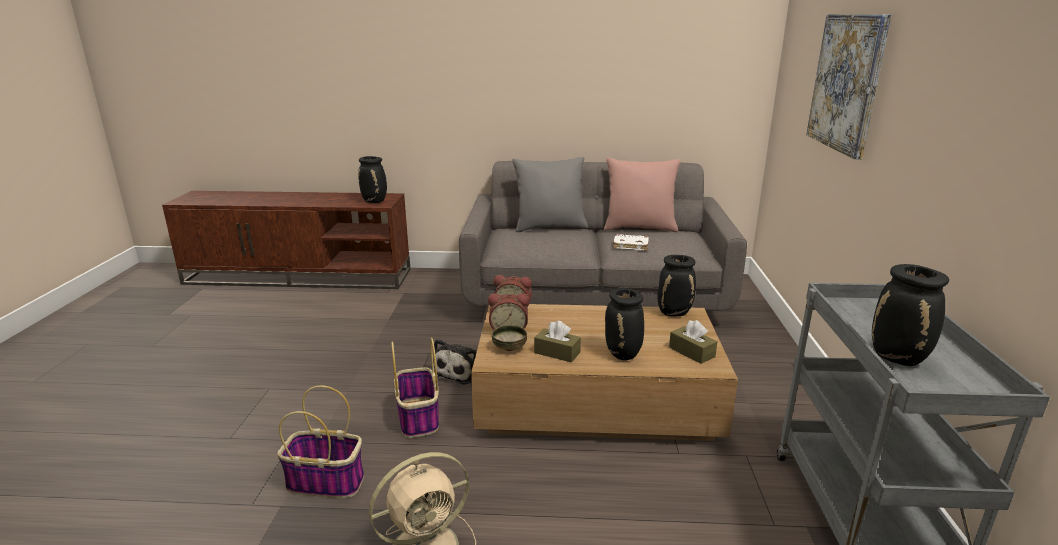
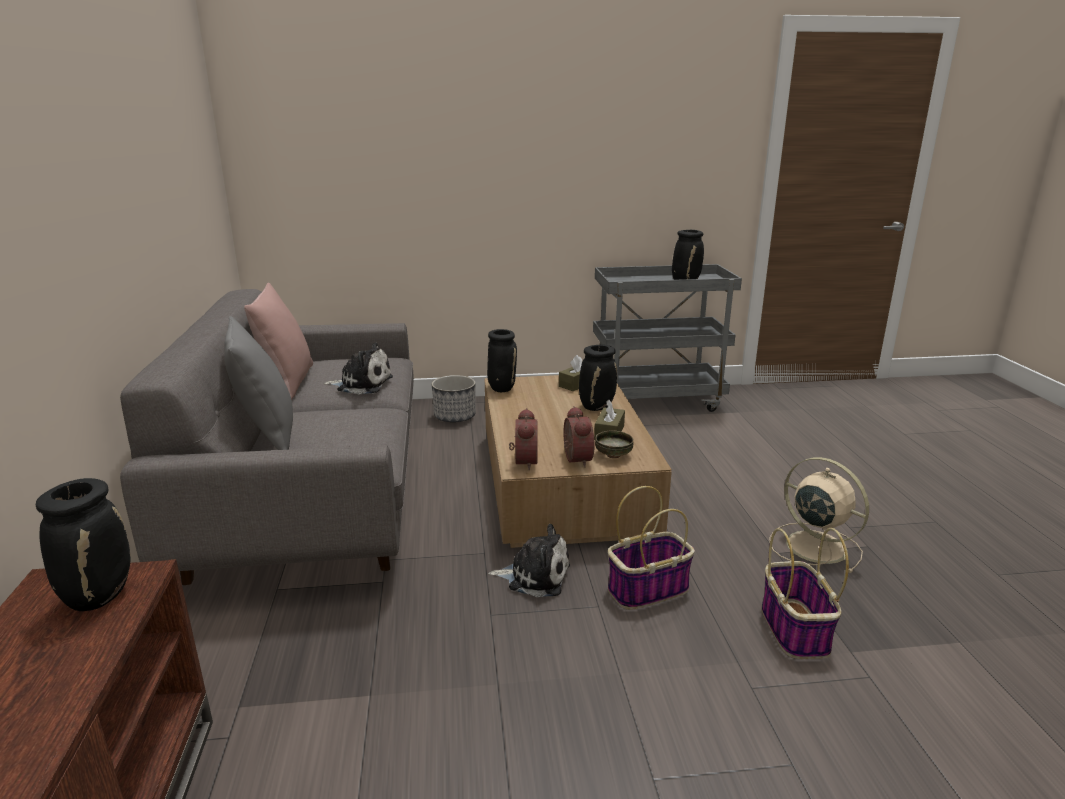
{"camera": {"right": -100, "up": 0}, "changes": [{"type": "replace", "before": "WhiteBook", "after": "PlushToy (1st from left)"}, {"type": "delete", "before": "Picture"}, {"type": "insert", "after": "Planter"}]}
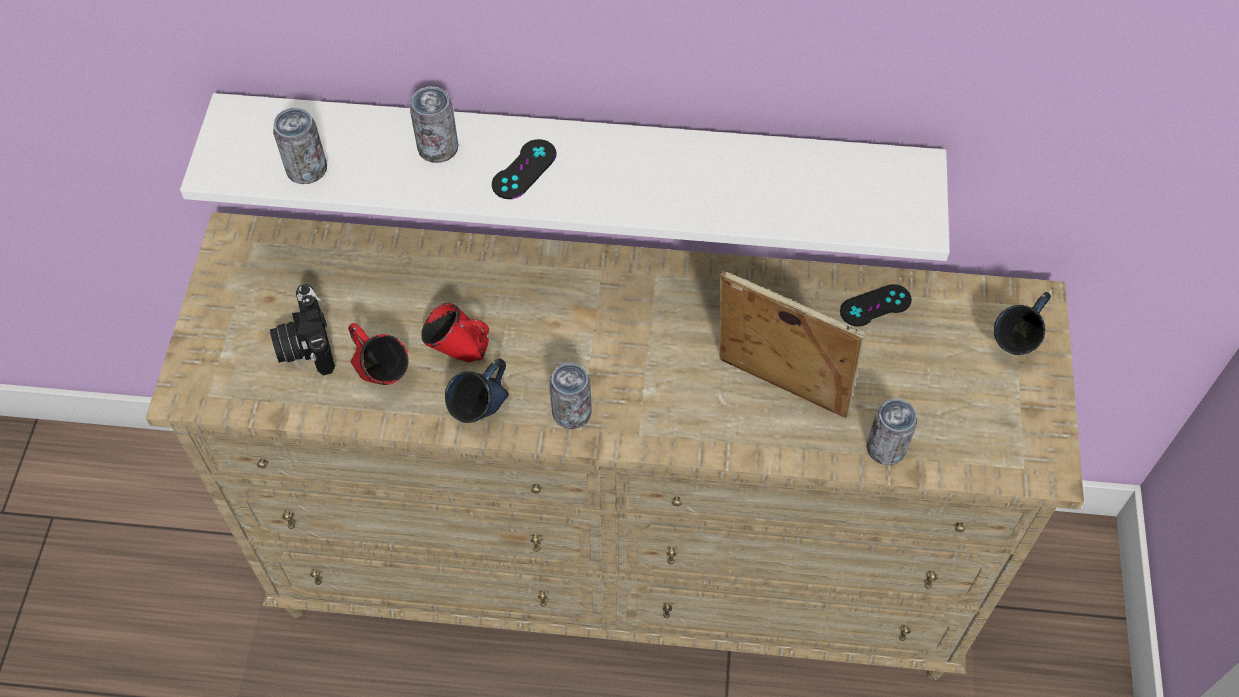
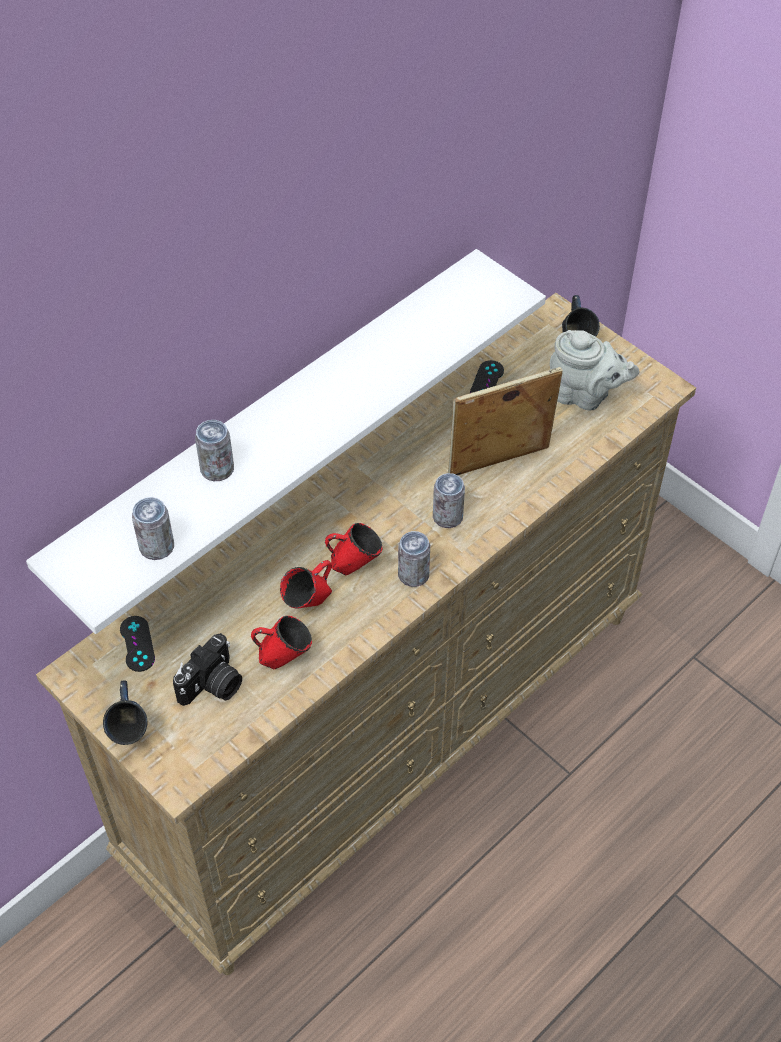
{"camera": {"right": -50, "up": -5}, "changes": [{"type": "rotate", "before": "PhotoCamera", "turn": -75}, {"type": "move", "before": "BlueMug (1st from left)"}, {"type": "move", "before": "BlackGameController (1st from left)"}, {"type": "move", "before": "Can (4th from left)"}, {"type": "insert", "after": "RedMug (3rd from left)"}, {"type": "insert", "after": "GreyTeapot"}]}
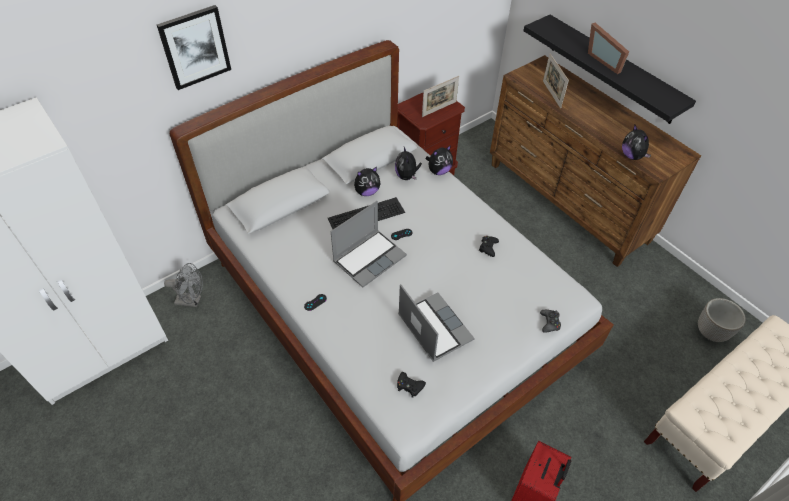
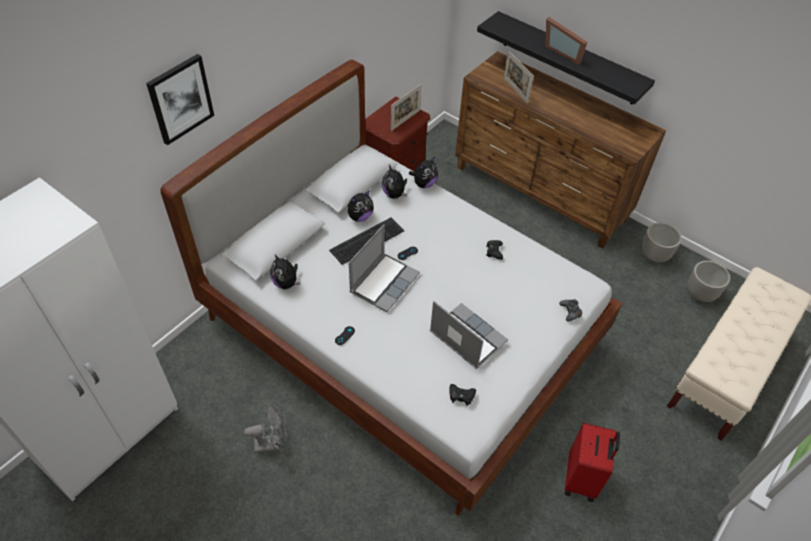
{"camera": {"right": -15, "up": 0}, "changes": [{"type": "move", "before": "GreyFan"}, {"type": "move", "before": "PlushToy (4th from left in the first image)", "after": "PlushToy (1st from left)"}, {"type": "insert", "after": "Planter (1st from left)"}]}
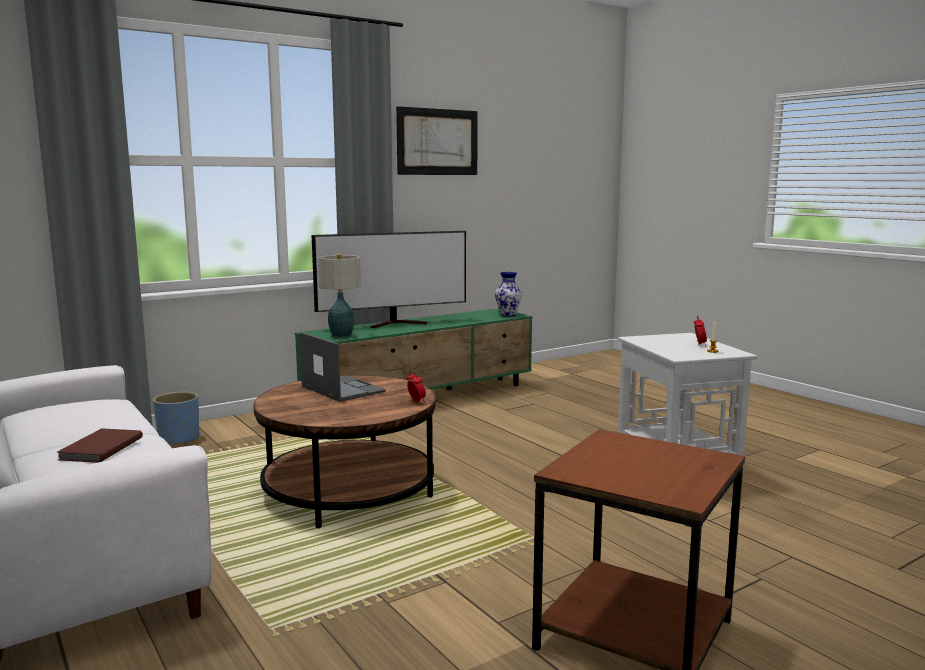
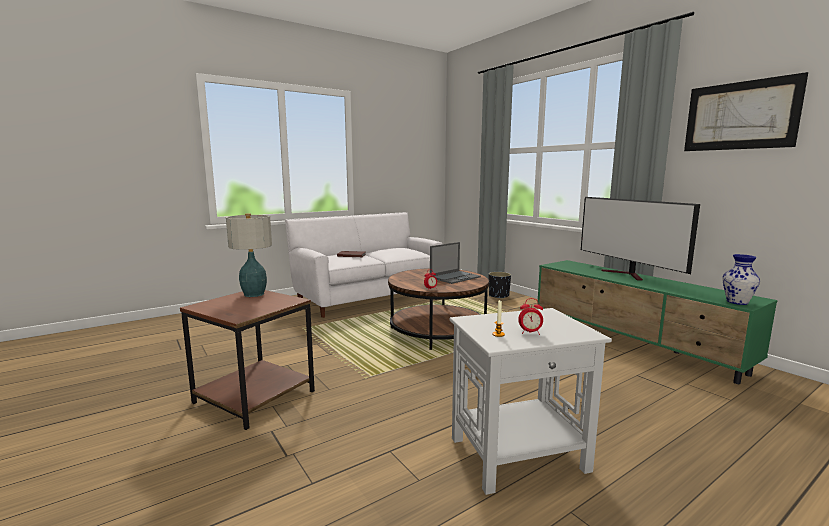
{"camera": {"right": 90, "up": 0}, "changes": [{"type": "recolor", "before": "BluePlanter", "after": "BlackPlanter"}, {"type": "move", "before": "TableLamp"}]}
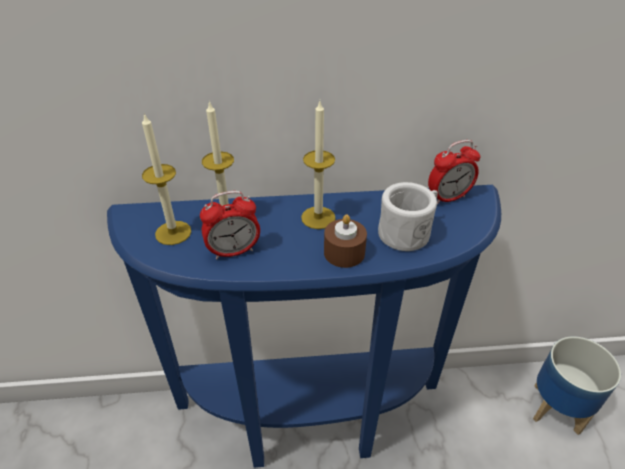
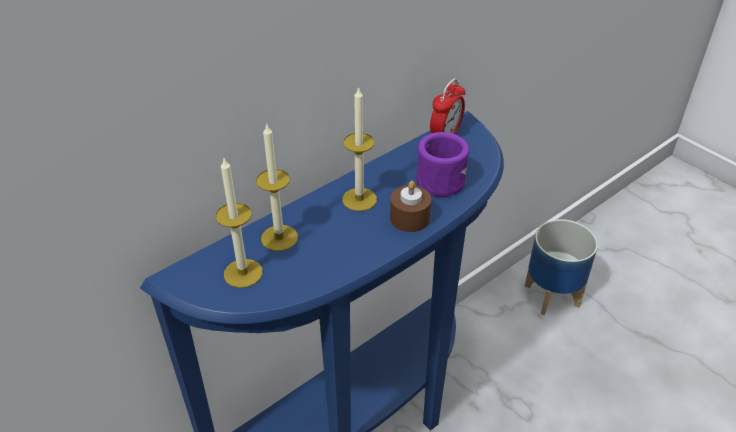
{"camera": {"right": -35, "up": 0}, "changes": [{"type": "delete", "before": "AlarmClock (1st from left)"}, {"type": "recolor", "before": "WhiteMug", "after": "PurpleMug"}]}
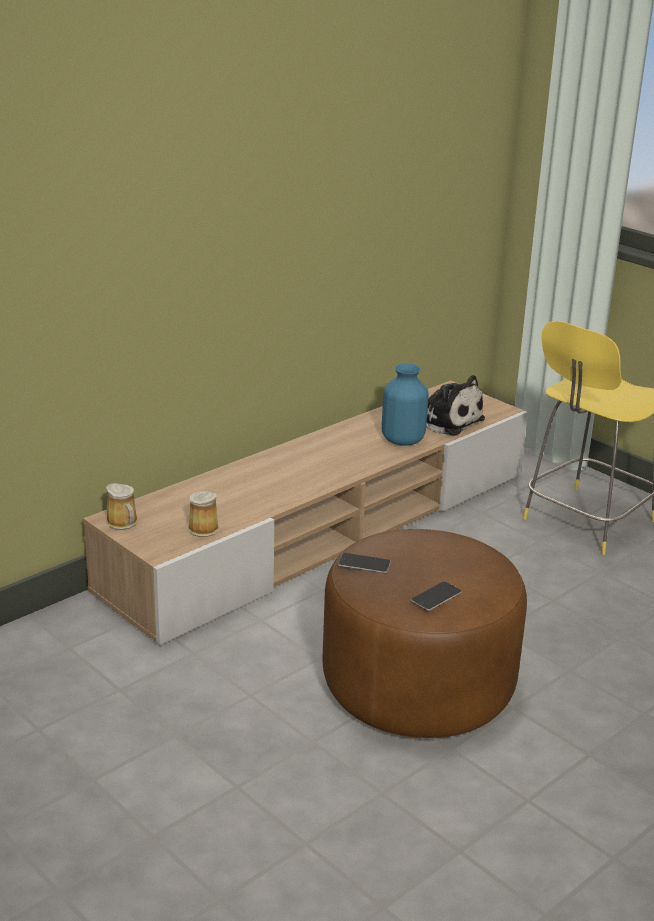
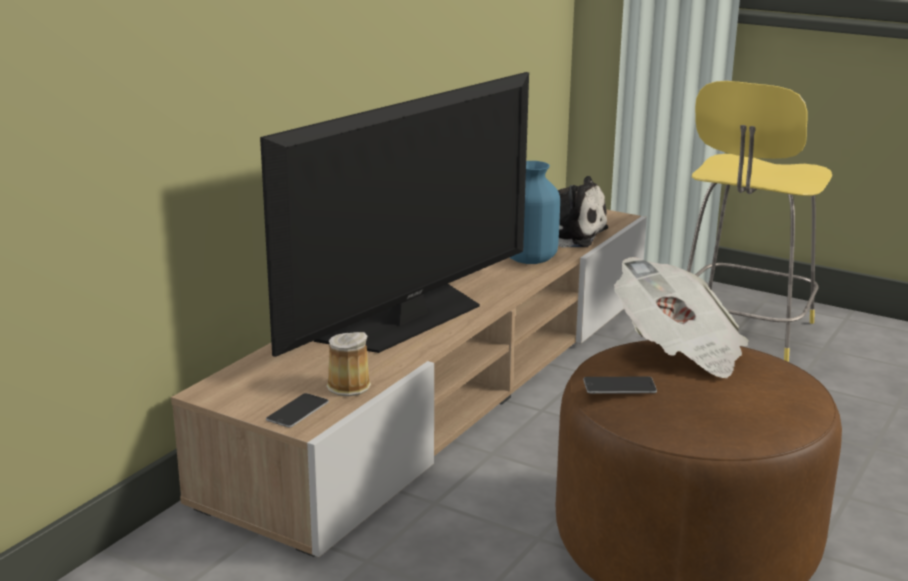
{"camera": {"right": -15, "up": -5}, "changes": [{"type": "delete", "before": "Mug (1st from left)"}, {"type": "move", "before": "Phone (2nd from left in the first image)", "after": "Phone (1st from left)"}, {"type": "insert", "after": "Television"}, {"type": "insert", "after": "Newspaper"}]}
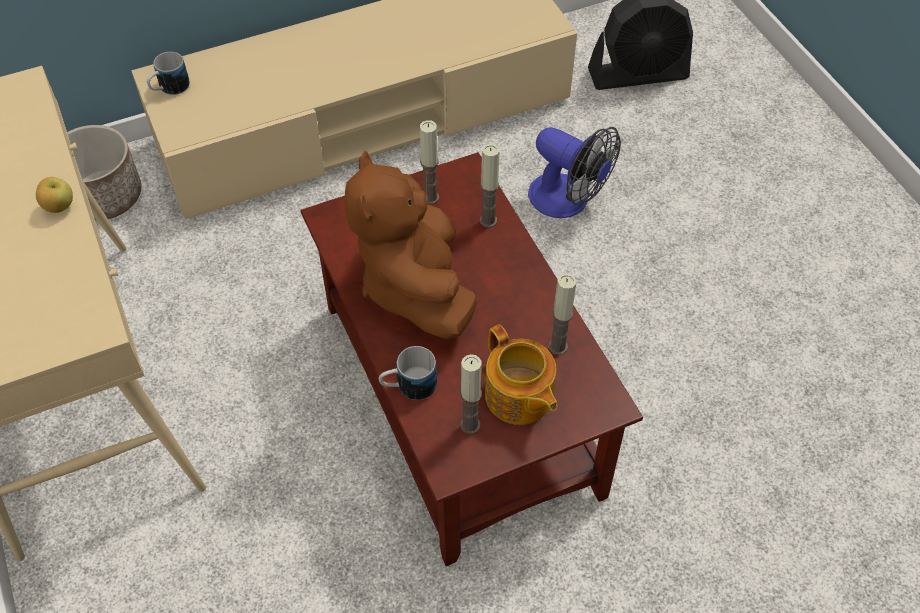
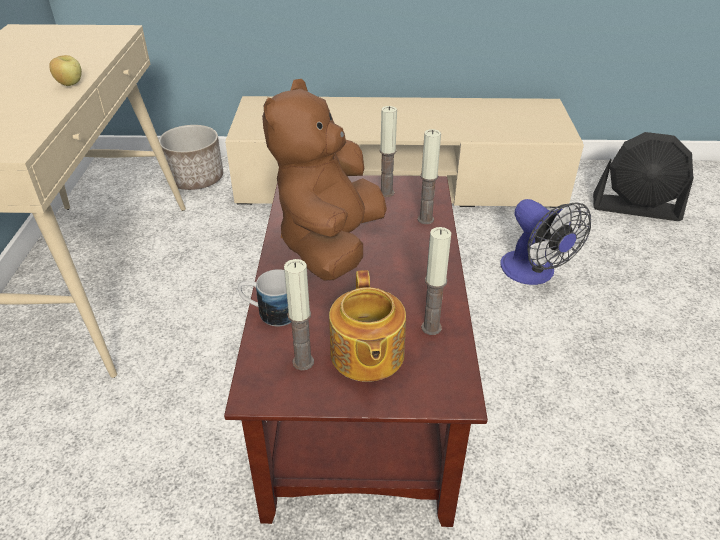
{"camera": {"right": 25, "up": -15}, "changes": [{"type": "delete", "before": "Mug (1st from left)"}]}
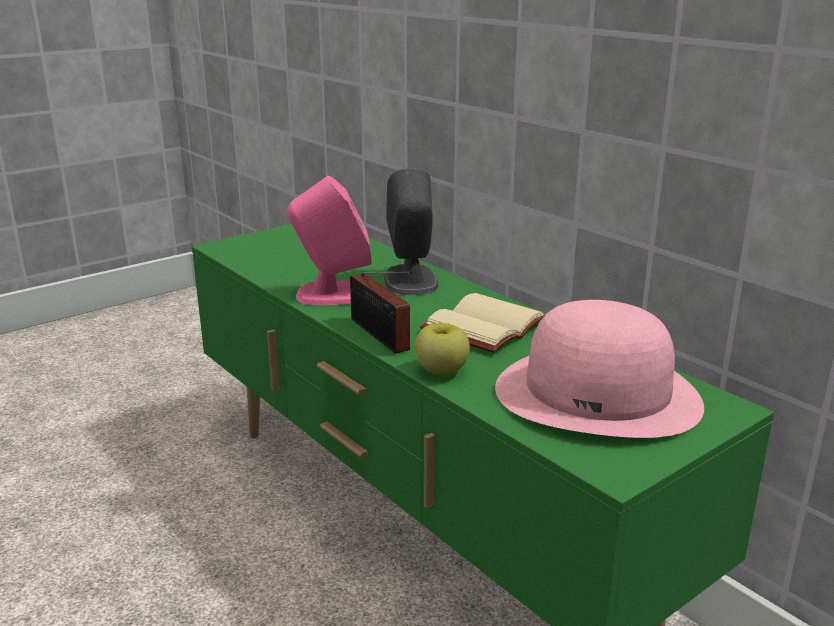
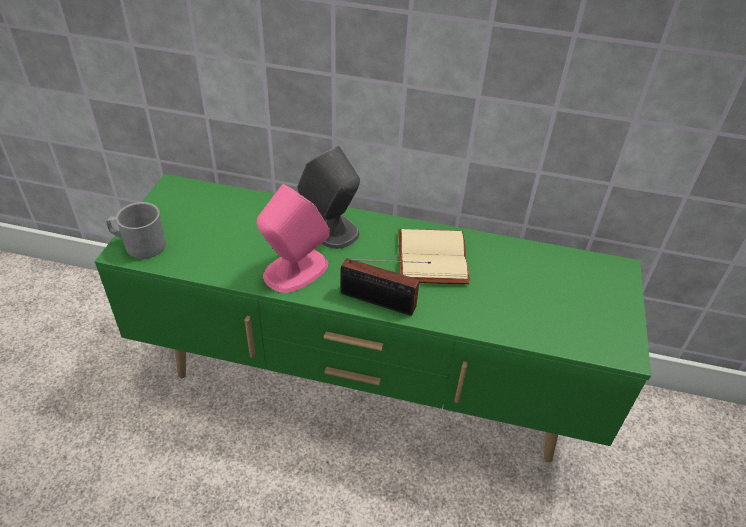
{"camera": {"right": -40, "up": 20}, "changes": [{"type": "delete", "before": "Apple"}, {"type": "delete", "before": "PinkHat"}, {"type": "insert", "after": "GreyMug"}]}
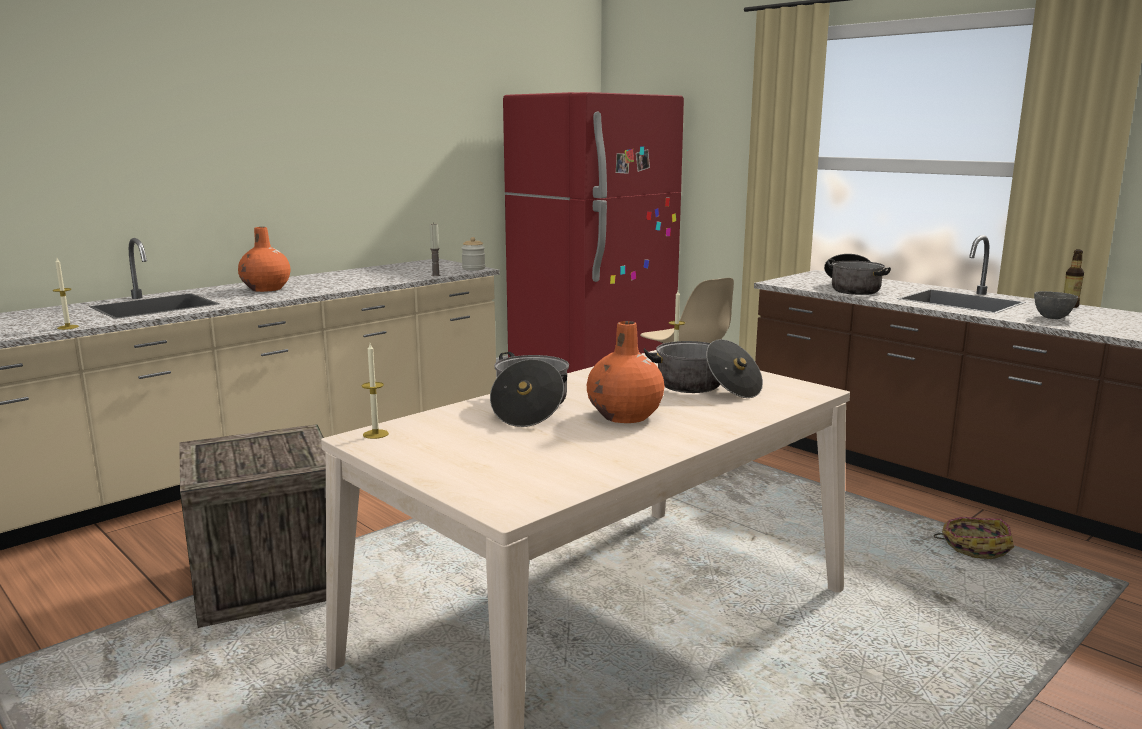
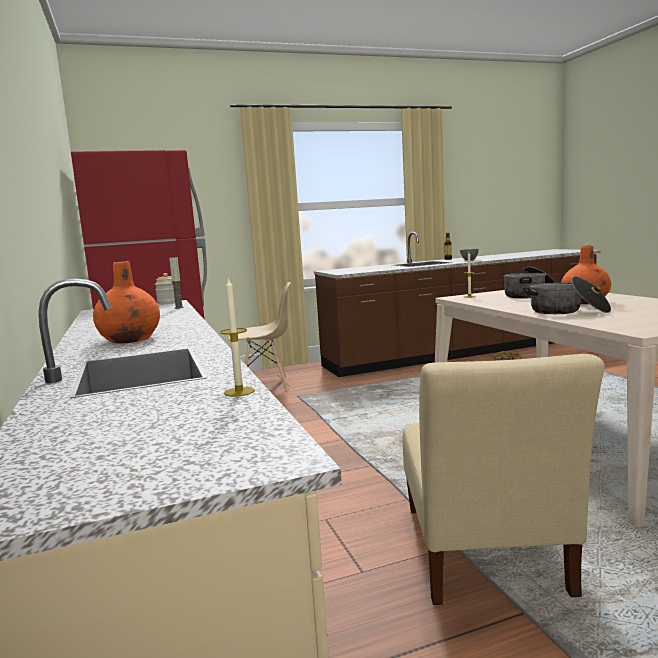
{"camera": {"right": -65, "up": -5}, "changes": [{"type": "replace", "before": "Crate", "after": "BeigeChair (2nd from left)"}, {"type": "delete", "before": "Candle (2nd from left)"}, {"type": "delete", "before": "CookingPot (3rd from left)"}]}
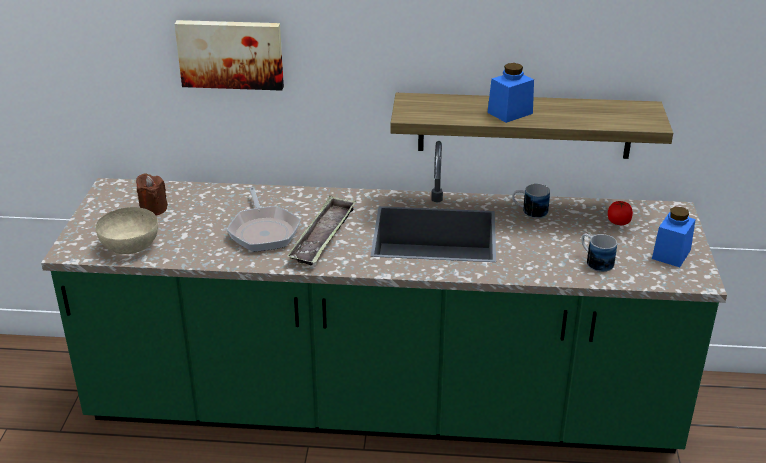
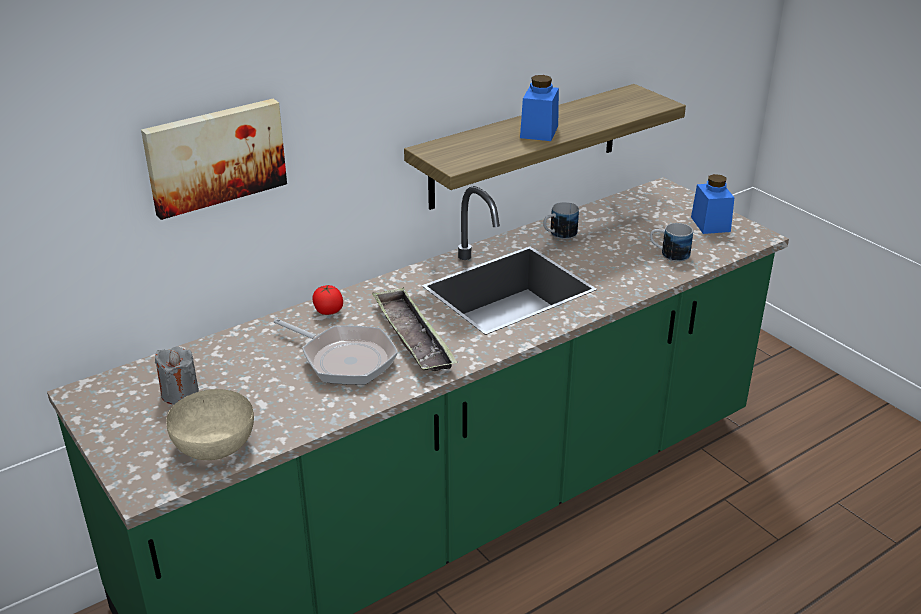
{"camera": {"right": -40, "up": 0}, "changes": [{"type": "recolor", "before": "BrownCandle", "after": "GreyCandle"}, {"type": "move", "before": "Tomato"}]}
